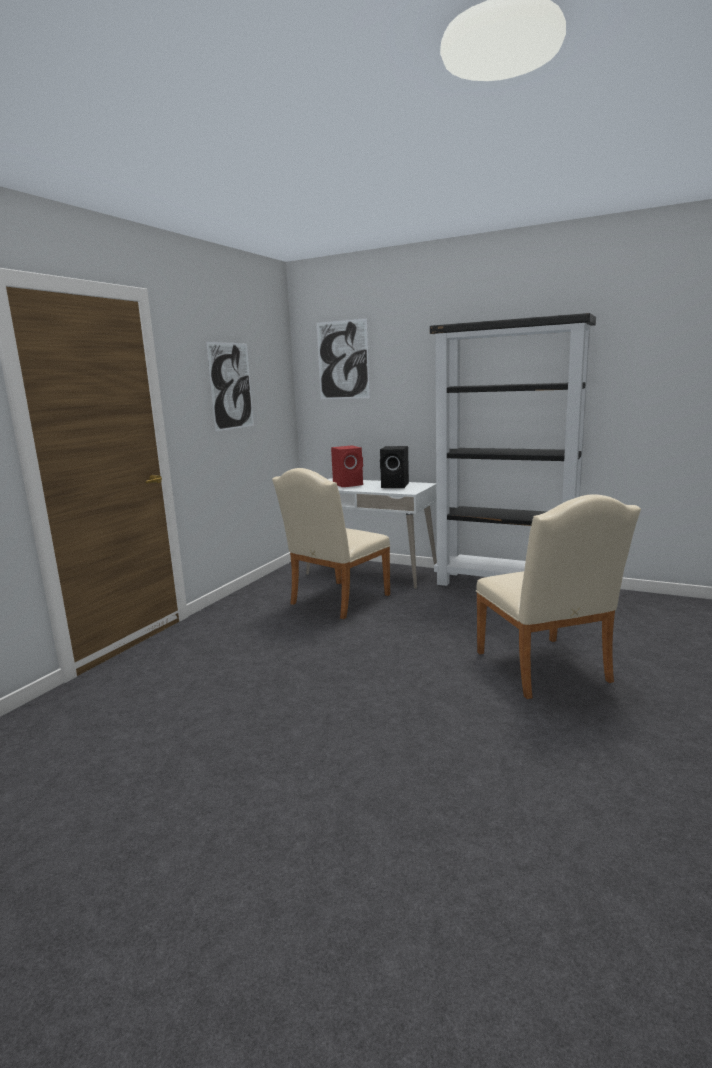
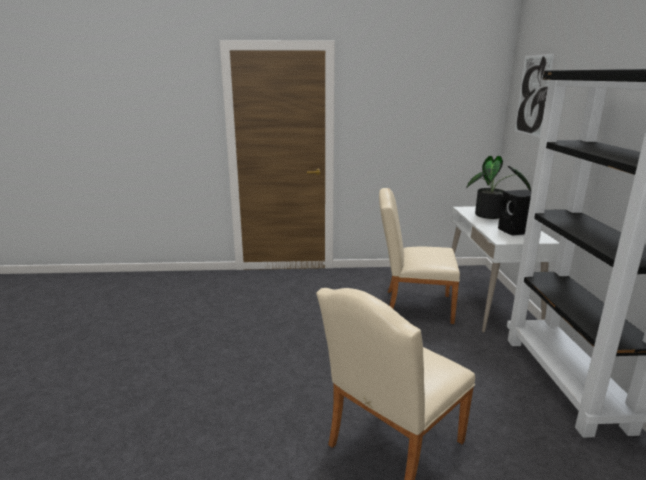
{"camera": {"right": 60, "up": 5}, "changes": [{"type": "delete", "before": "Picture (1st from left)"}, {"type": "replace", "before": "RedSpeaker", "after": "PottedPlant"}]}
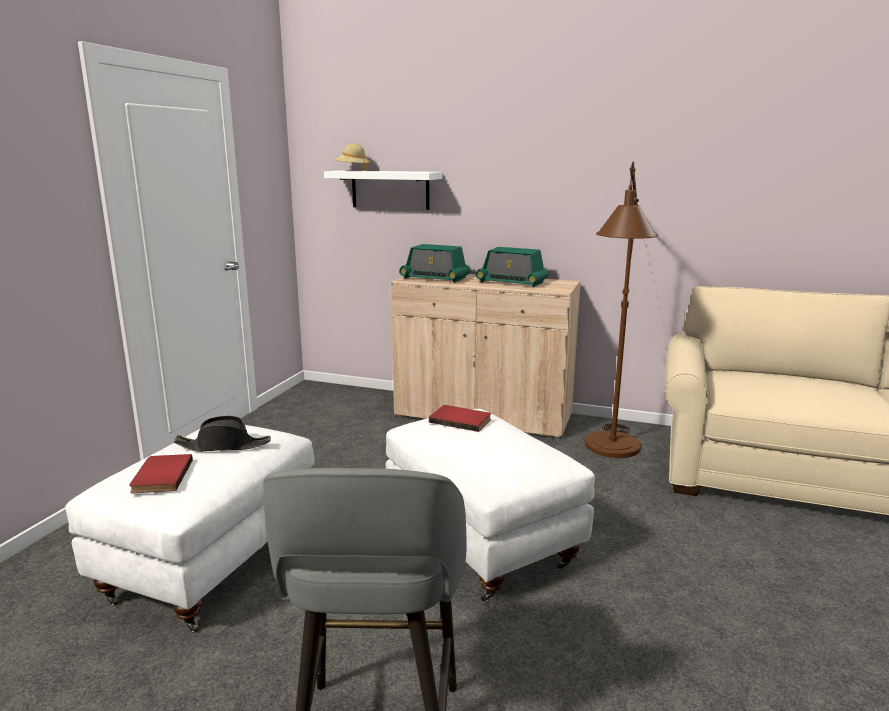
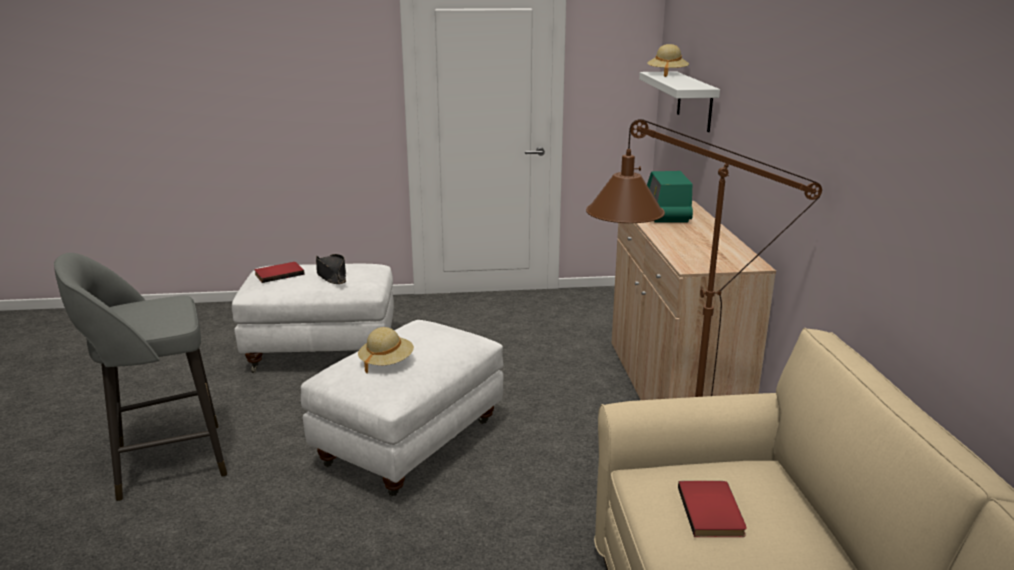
{"camera": {"right": 65, "up": 5}, "changes": [{"type": "move", "before": "RedBook (2nd from left)"}, {"type": "delete", "before": "Radio (2nd from left)"}, {"type": "insert", "after": "BeigeHat (1st from left)"}]}
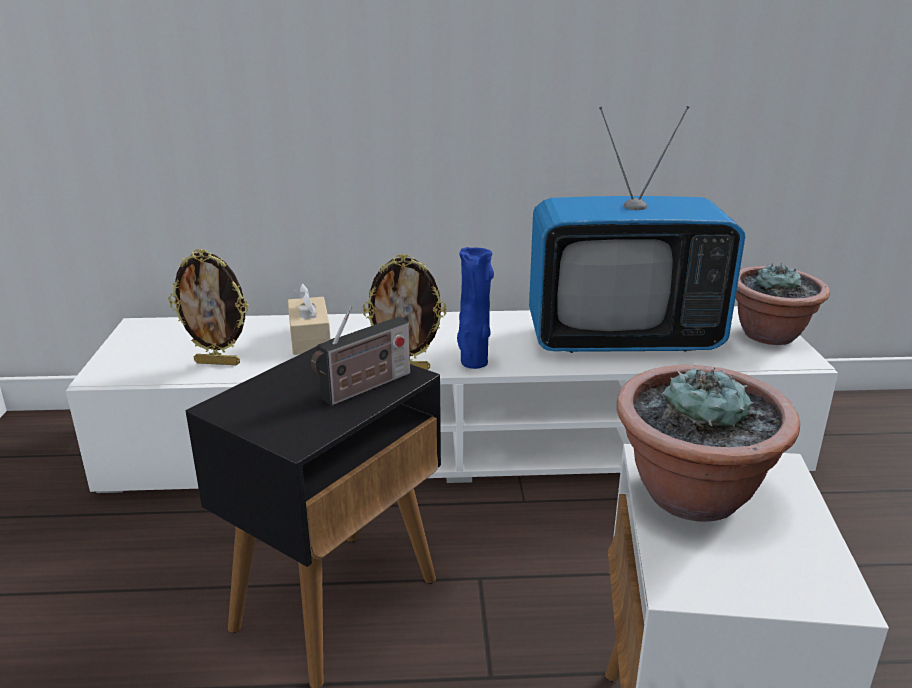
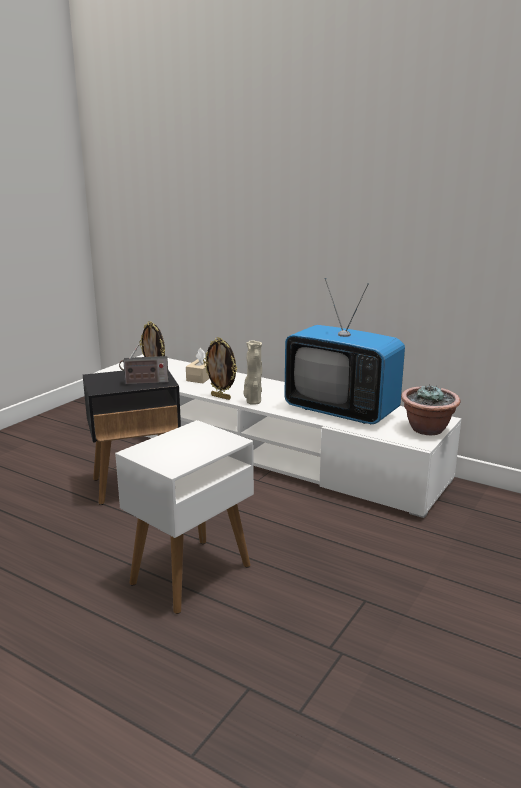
{"camera": {"right": 35, "up": -5}, "changes": [{"type": "recolor", "before": "BlueVase", "after": "BeigeVase"}, {"type": "delete", "before": "PottedPlant (1st from left)"}]}
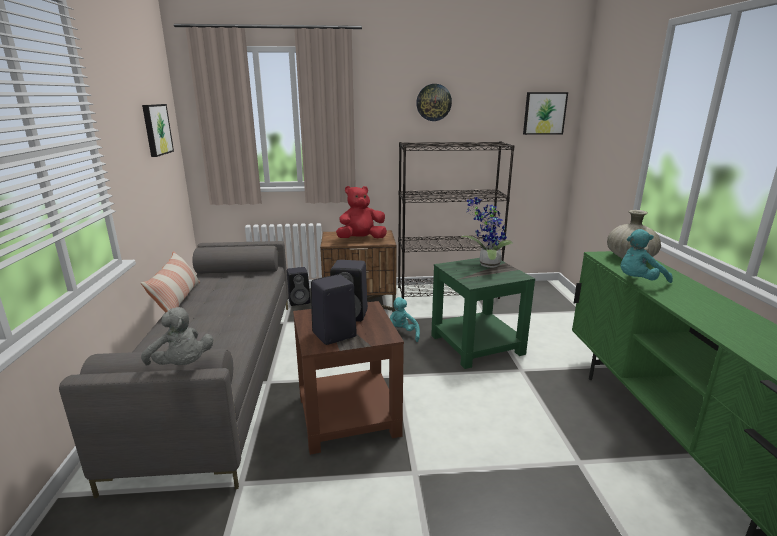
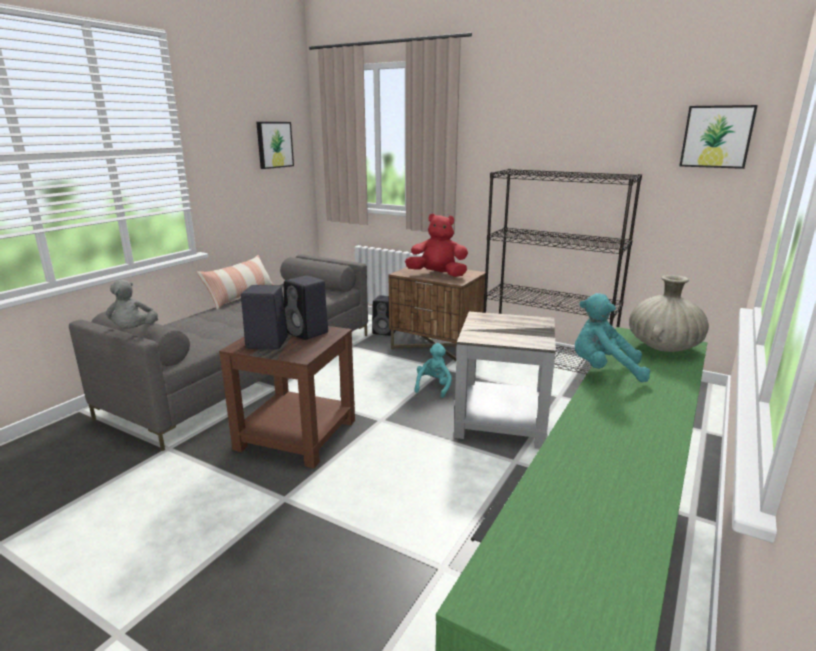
{"camera": {"right": 35, "up": 0}, "changes": [{"type": "delete", "before": "WallClock"}, {"type": "recolor", "before": "GreenSideTable", "after": "GreySideTable"}, {"type": "delete", "before": "PottedPlant"}]}
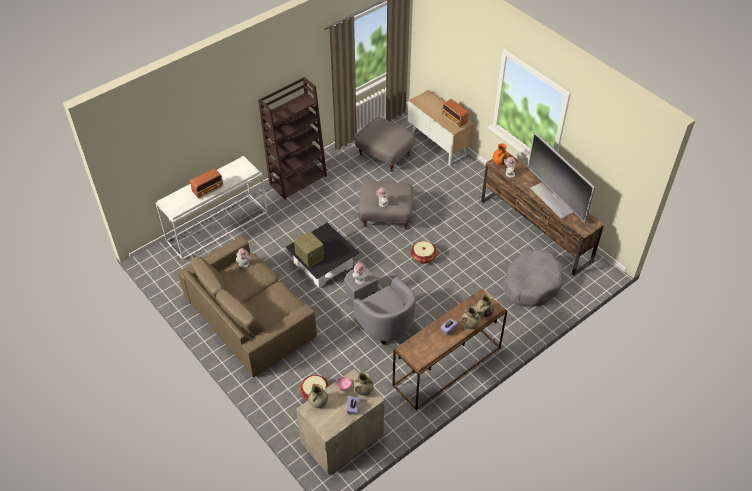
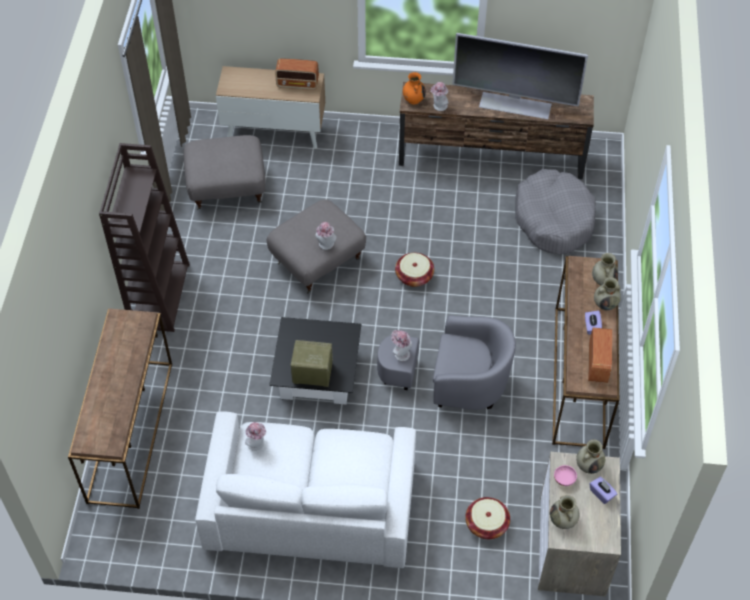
{"camera": {"right": -45, "up": 5}, "changes": [{"type": "recolor", "before": "WhiteConsoleTable", "after": "BrownConsoleTable (1st from left)"}, {"type": "recolor", "before": "BrownSofa", "after": "WhiteSofa"}, {"type": "move", "before": "Radio (1st from left in the first image)", "after": "Radio (3rd from left)"}]}
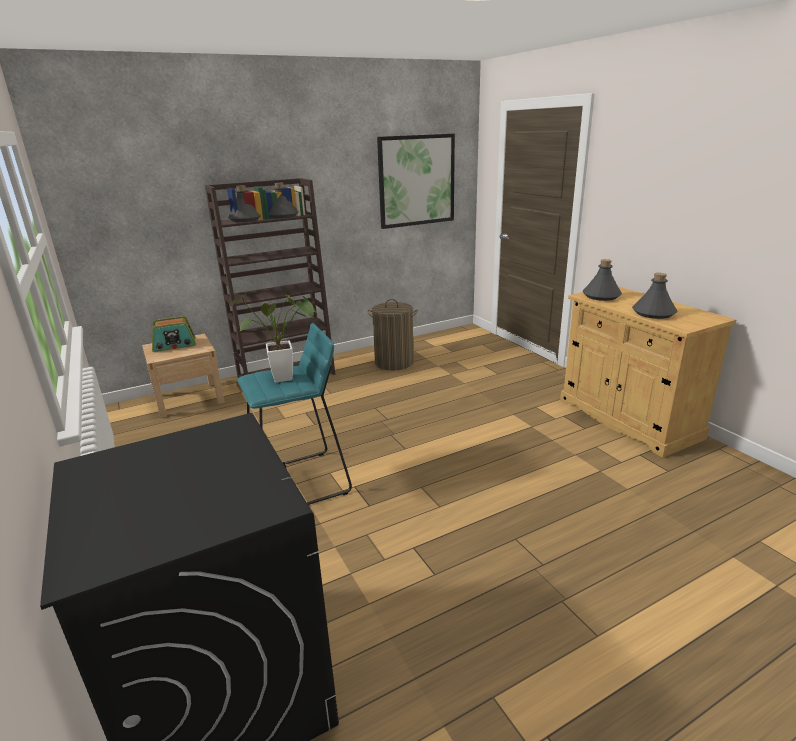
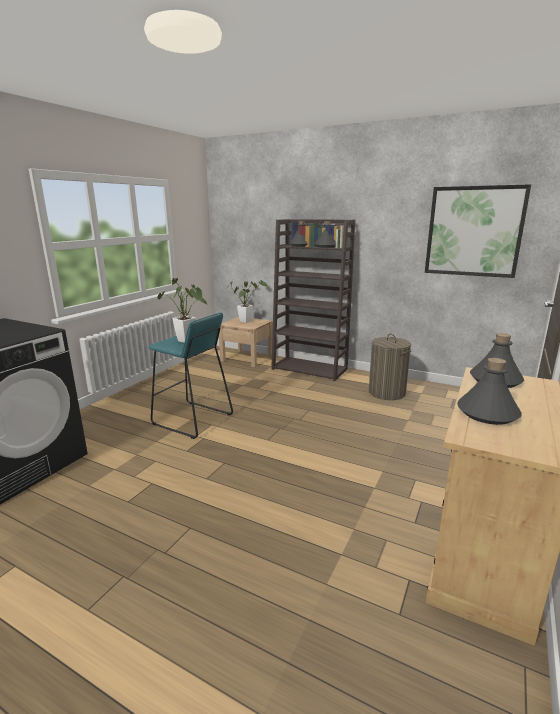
{"camera": {"right": 55, "up": -5}, "changes": [{"type": "replace", "before": "Radio", "after": "PottedPlant (2nd from left)"}]}
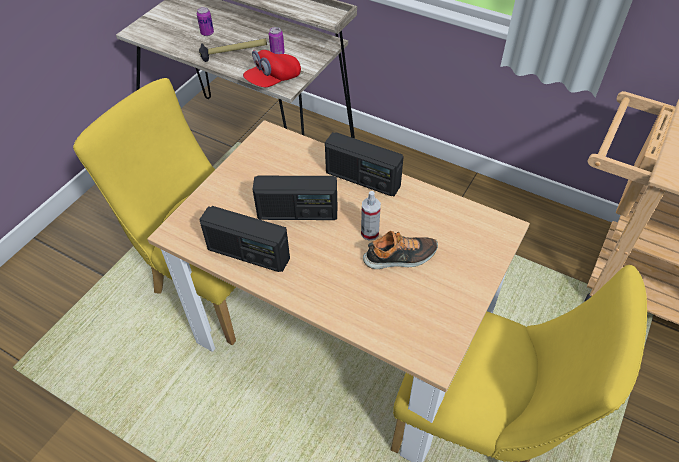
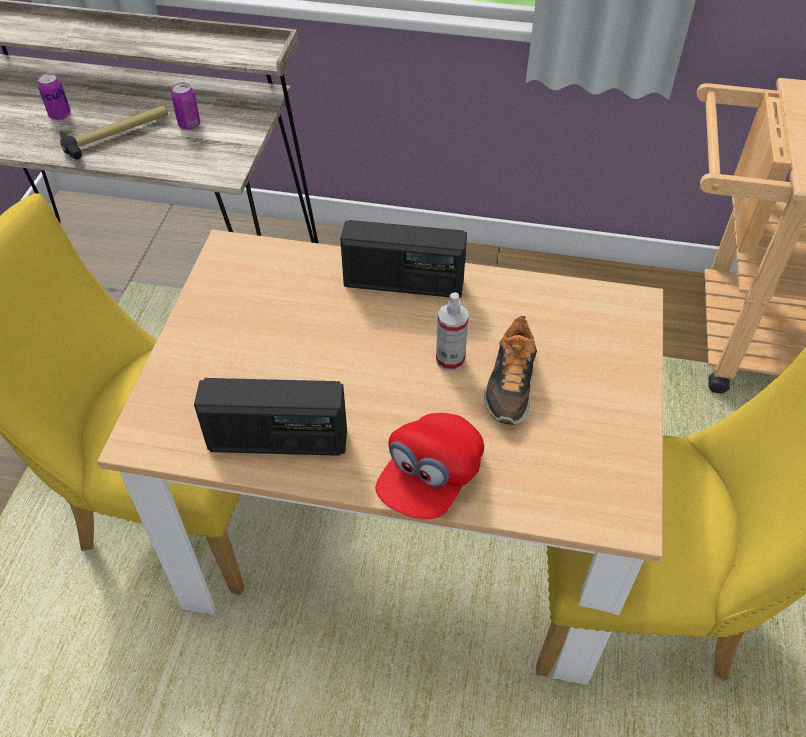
{"camera": {"right": -20, "up": 0}, "changes": [{"type": "move", "before": "RedCap"}, {"type": "delete", "before": "Radio (2nd from left)"}, {"type": "rotate", "before": "Shoe", "turn": 135}]}
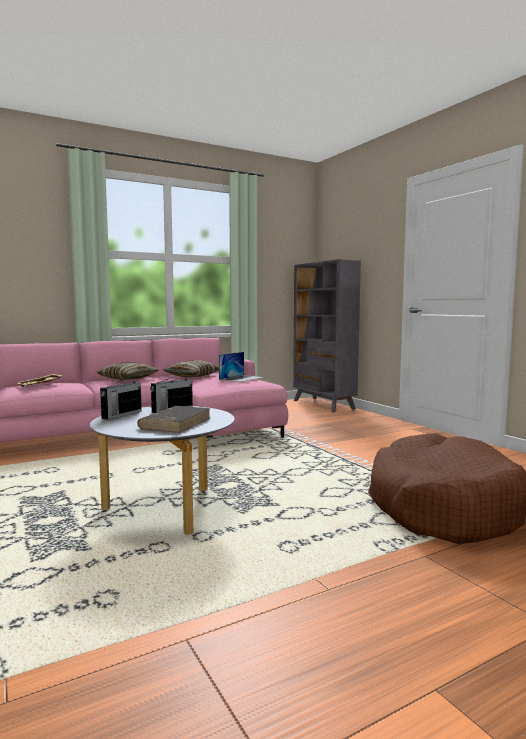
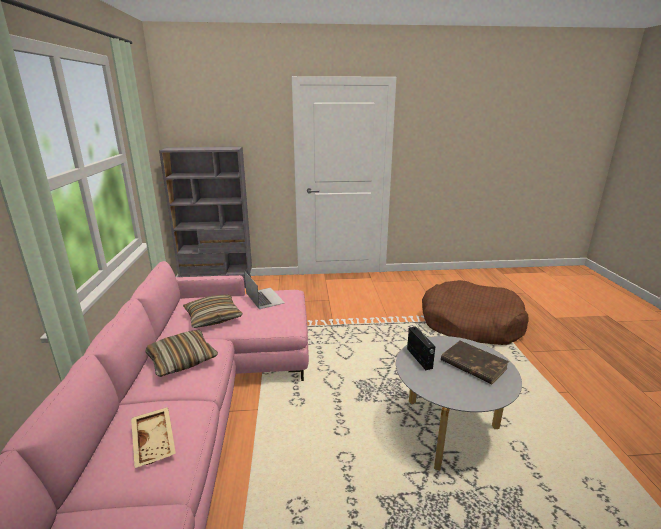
{"camera": {"right": -65, "up": 15}, "changes": [{"type": "delete", "before": "Radio (1st from left)"}]}
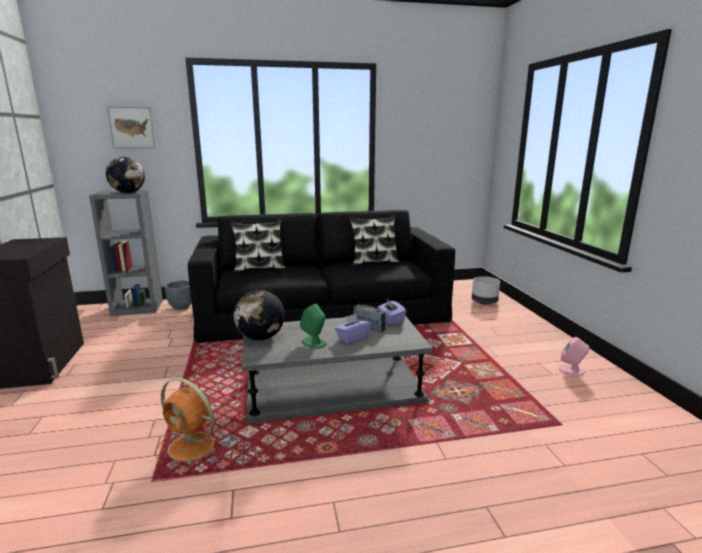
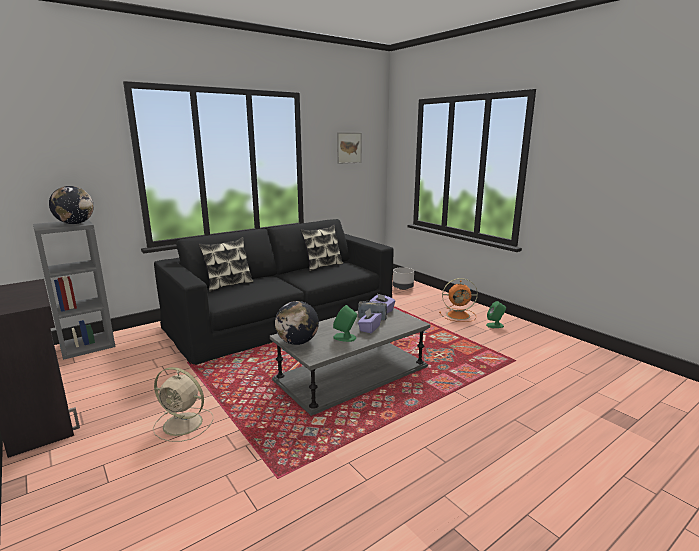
{"camera": {"right": -25, "up": 0}, "changes": [{"type": "move", "before": "Picture"}, {"type": "move", "before": "OrangeFan"}, {"type": "delete", "before": "GreyPlanter (1st from left)"}, {"type": "recolor", "before": "PinkSpeaker", "after": "GreenSpeaker (2nd from left)"}, {"type": "insert", "after": "BeigeFan"}]}
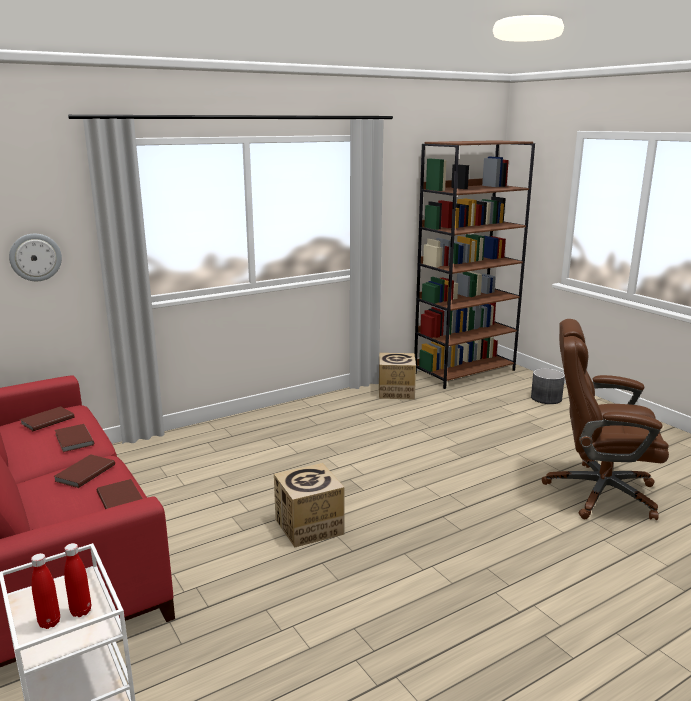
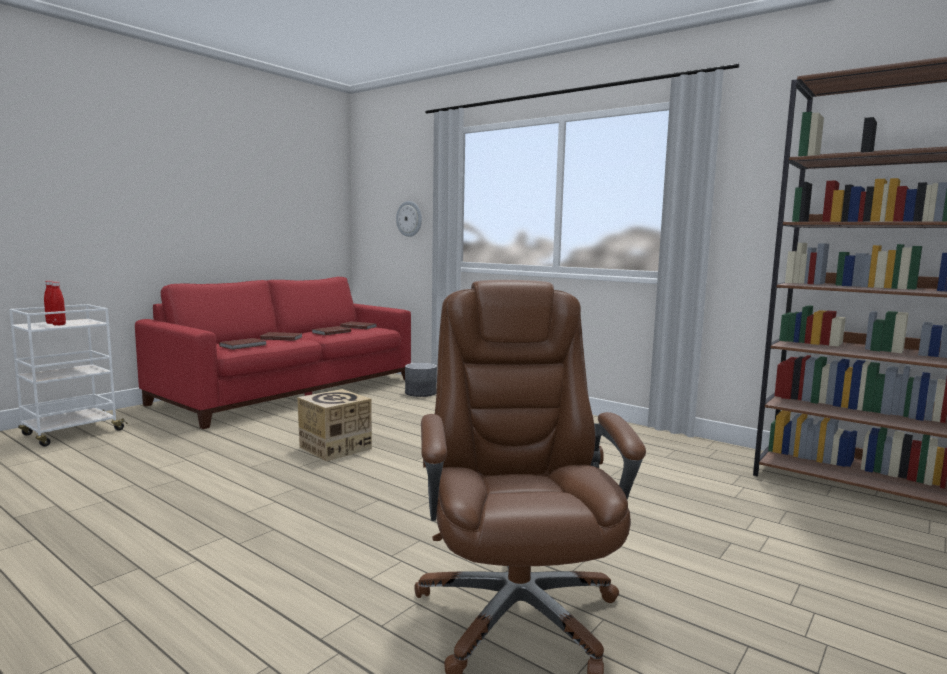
{"camera": {"right": 70, "up": -10}, "changes": [{"type": "delete", "before": "CardboardBox (2nd from left)"}, {"type": "move", "before": "GreyPlanter"}]}
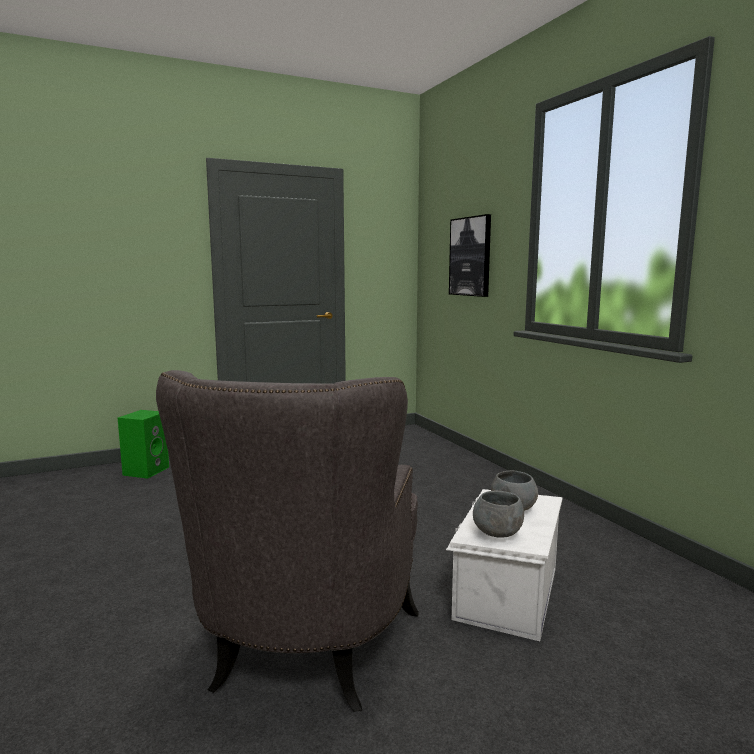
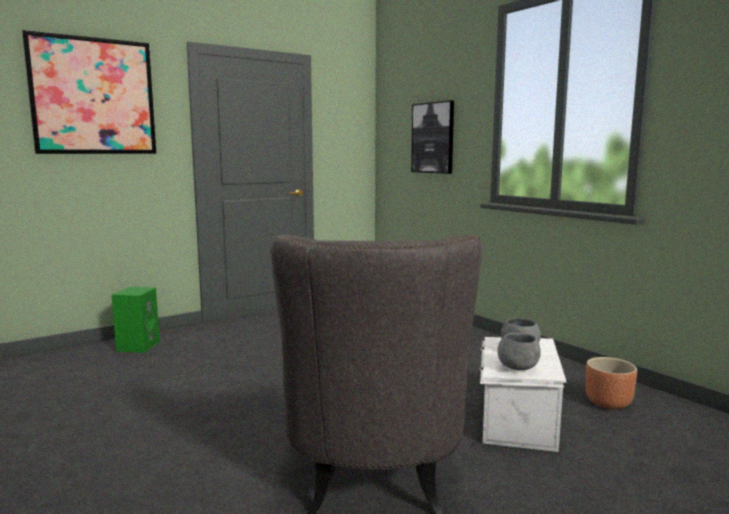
{"camera": {"right": -10, "up": 0}, "changes": [{"type": "insert", "after": "Picture (1st from left)"}, {"type": "insert", "after": "BrownPlanter"}]}
